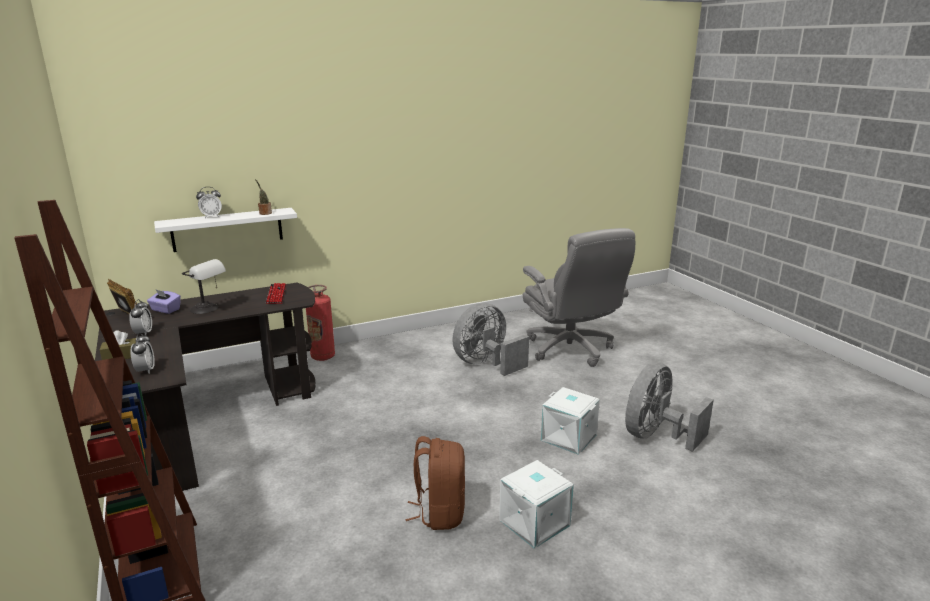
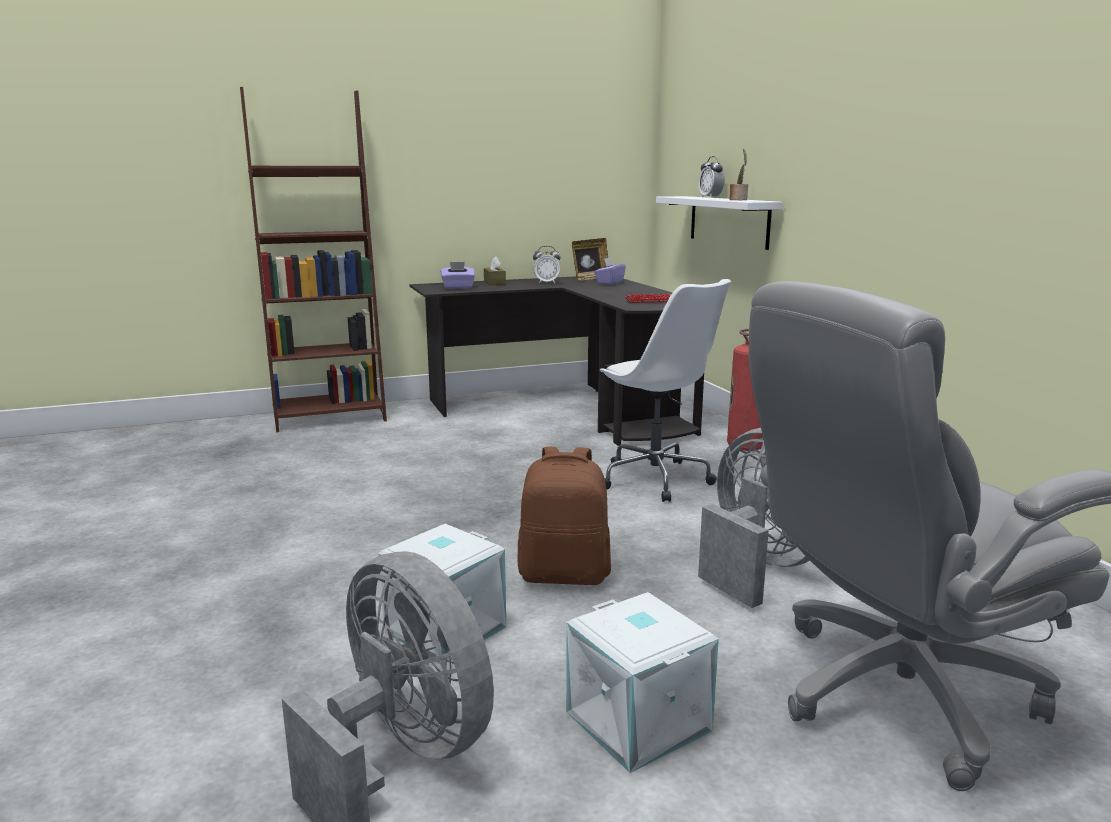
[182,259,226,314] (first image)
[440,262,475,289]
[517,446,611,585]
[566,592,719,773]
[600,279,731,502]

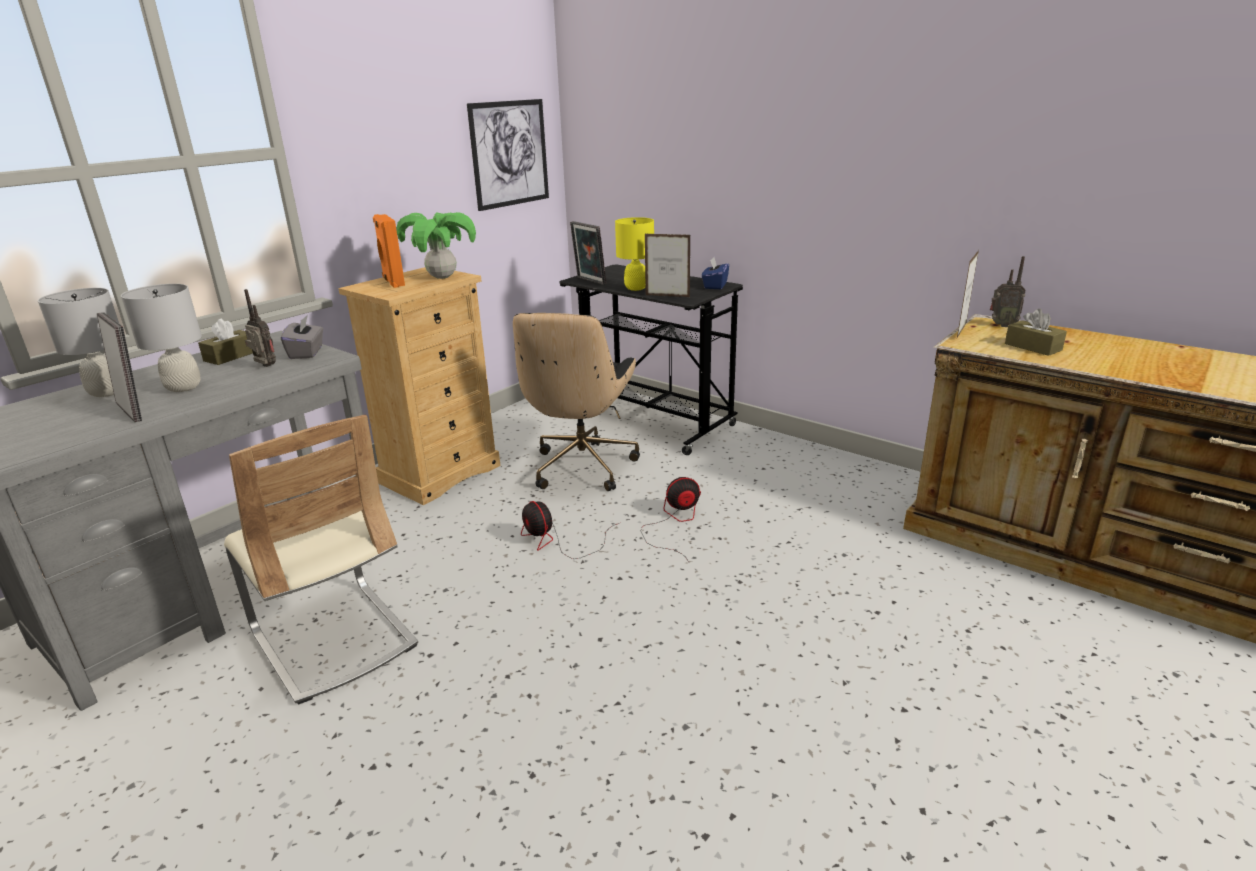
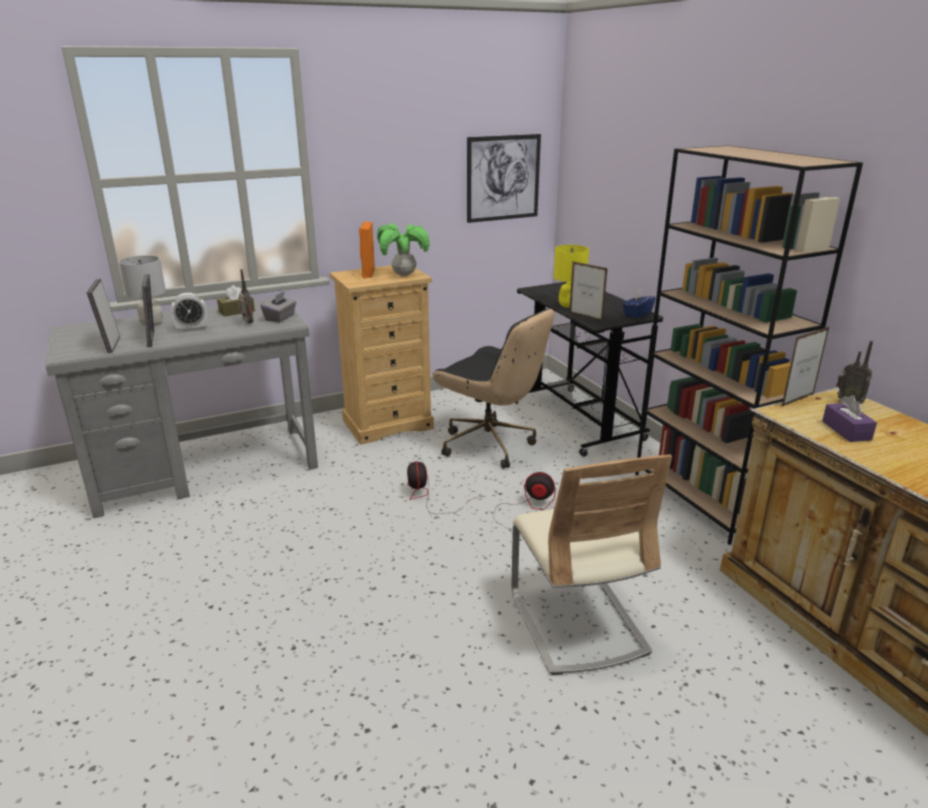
[87,279,120,353]
[171,293,208,332]
[822,395,877,442]
[433,309,554,469]
[511,454,672,675]
[635,145,863,545]

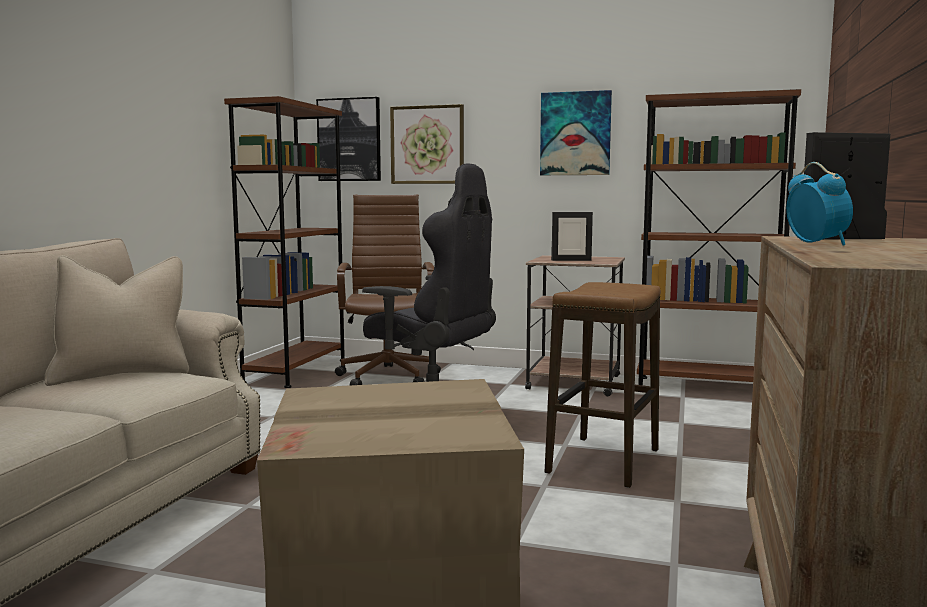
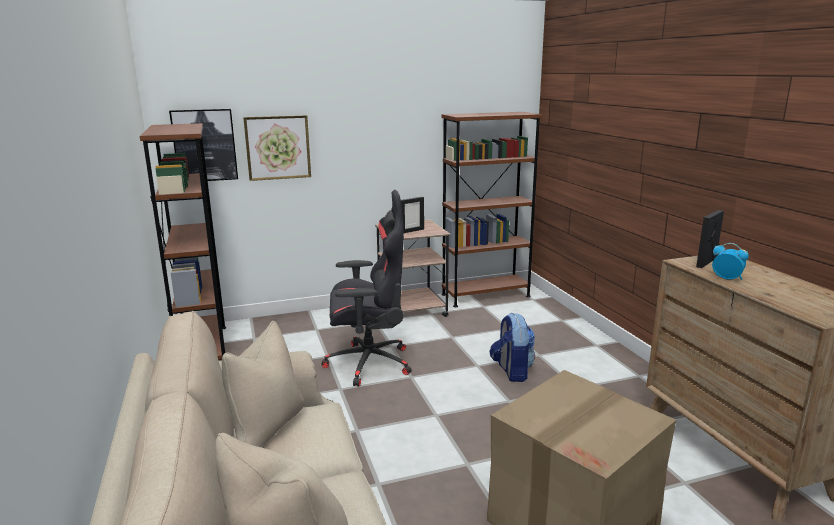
[540,90,612,175] (first image)
[335,195,441,385] (first image)
[489,313,535,382]

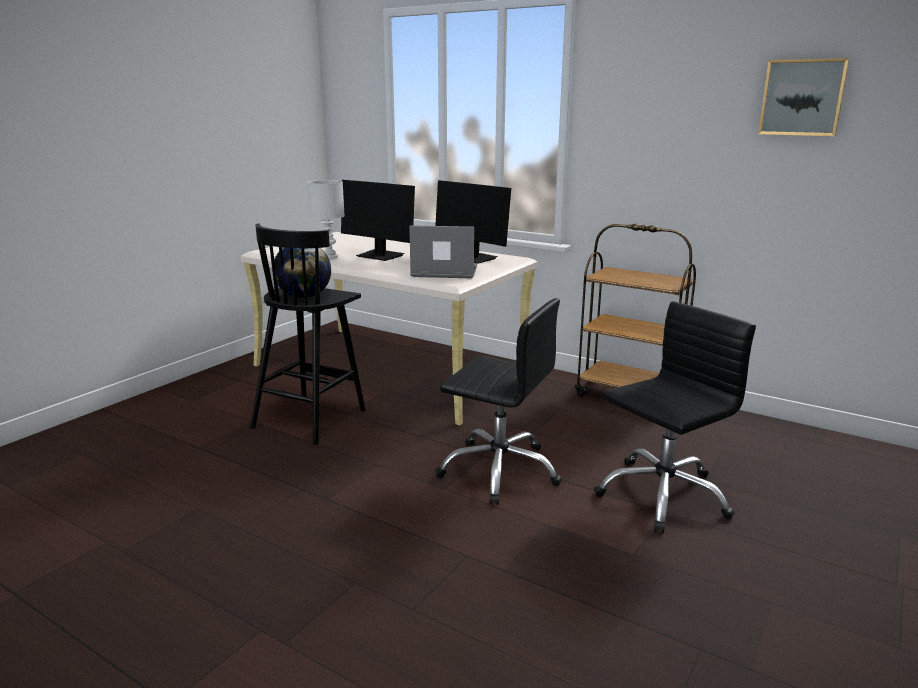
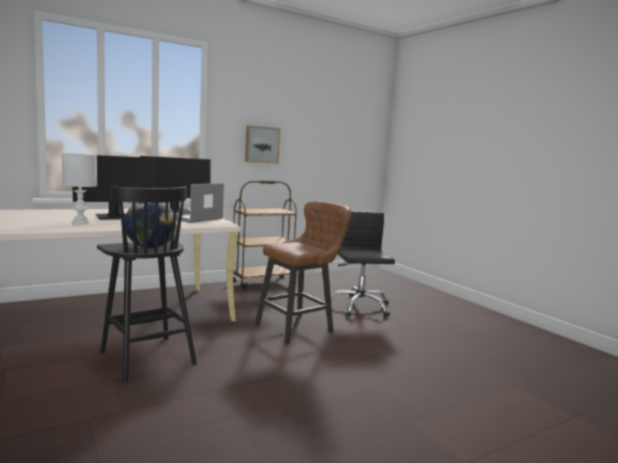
[245,125,280,163]
[255,201,352,344]

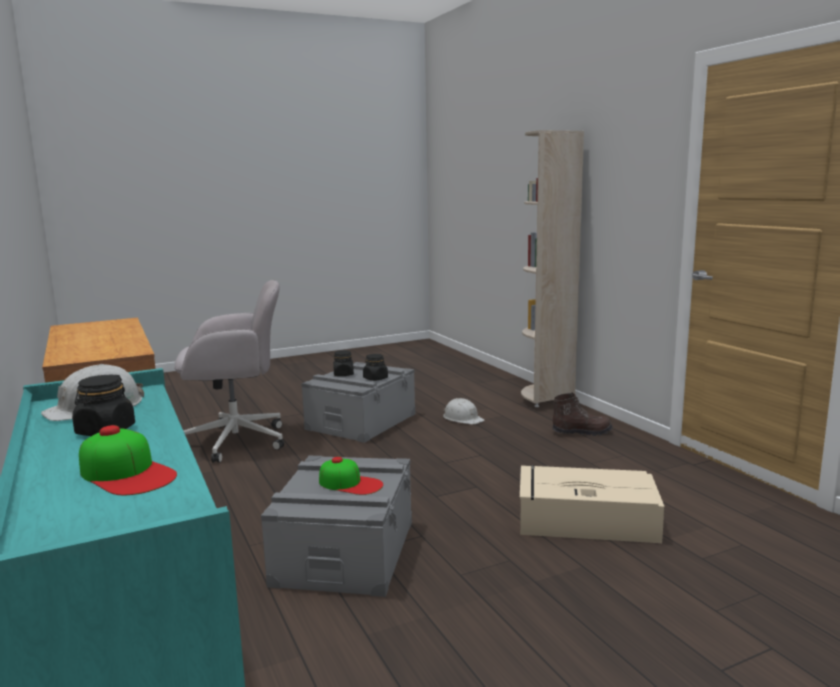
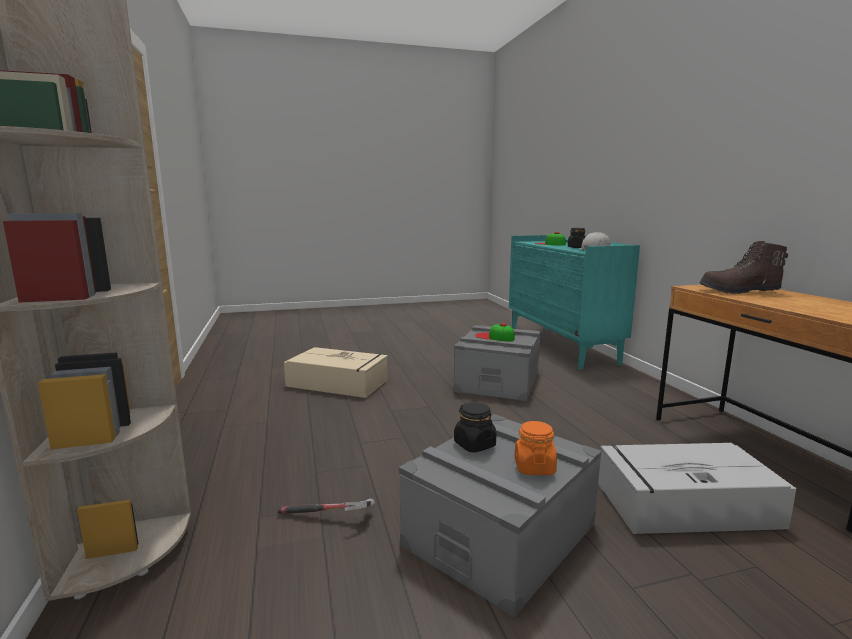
[598,443,797,534]
[515,421,557,475]
[699,241,788,294]
[278,499,375,514]

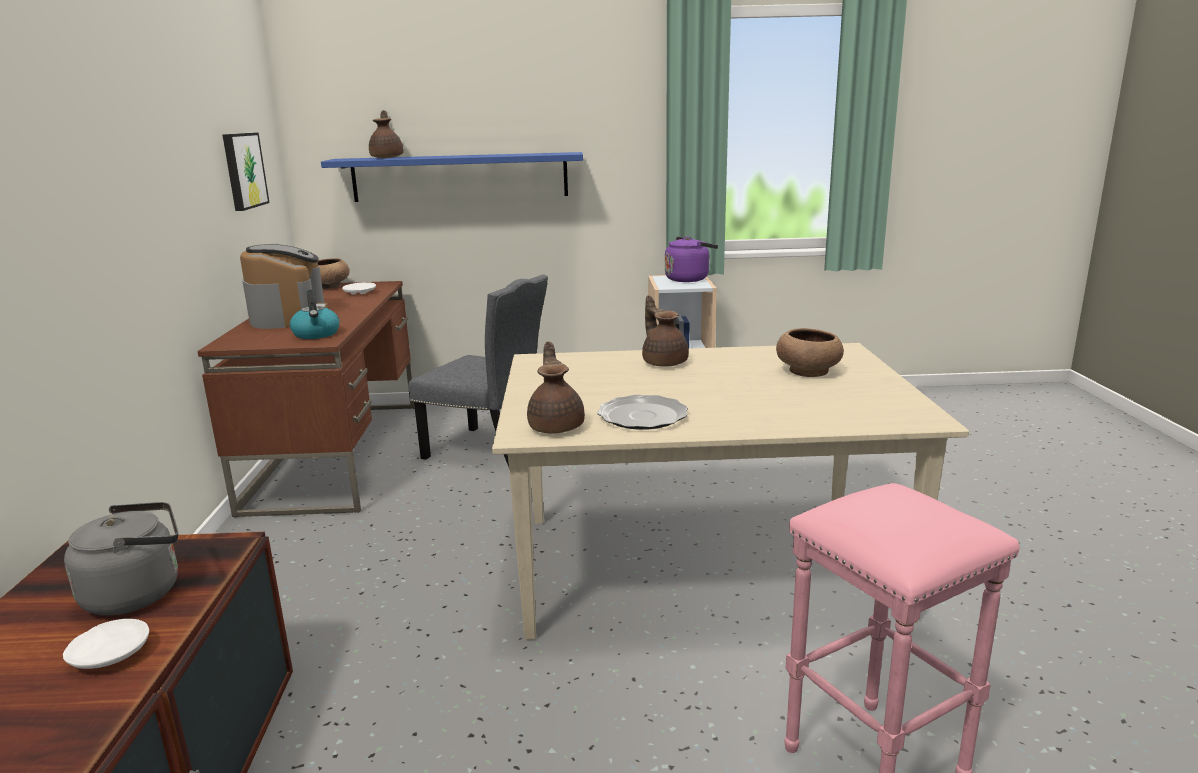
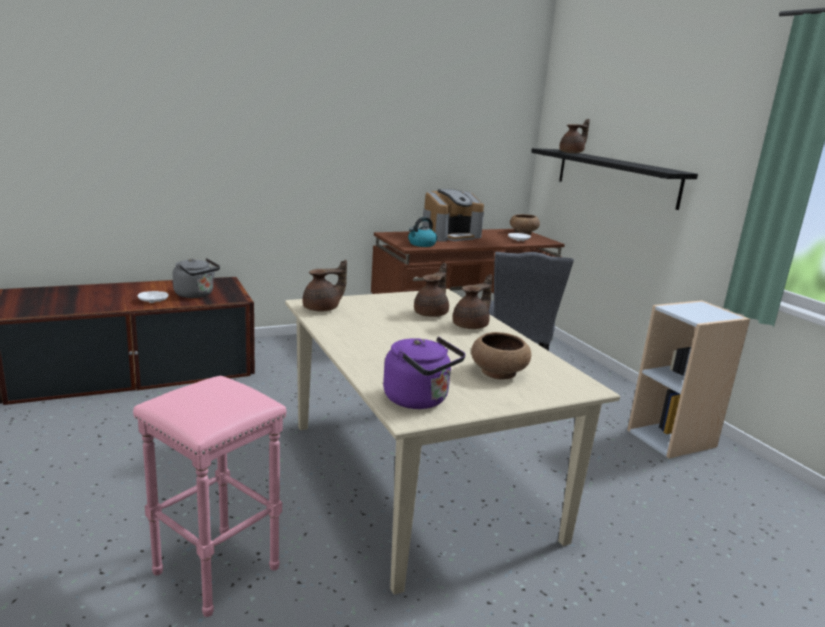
[223,133,270,211] (first image)
[531,148,698,210]
[383,337,466,409]
[597,395,688,430] (first image)
[414,263,449,317]

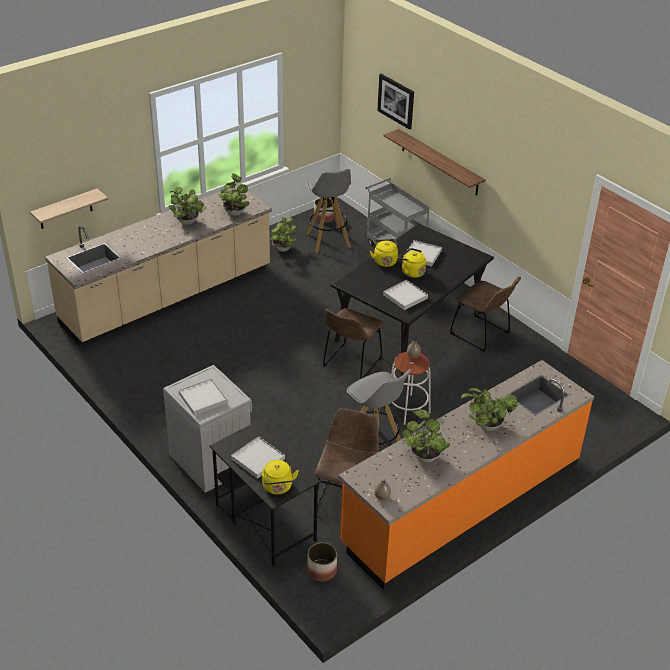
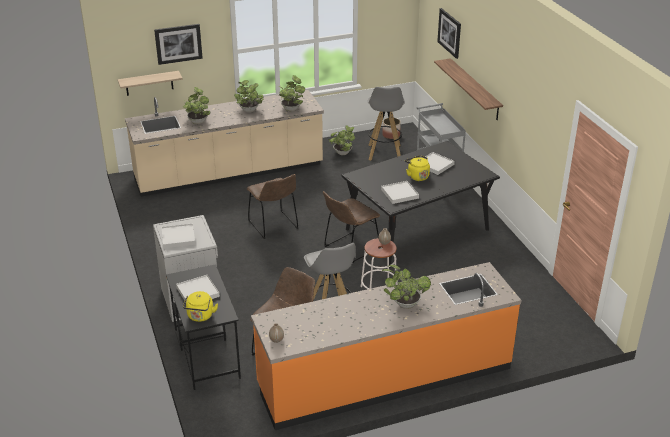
[370,239,398,267] (first image)
[247,174,298,239]
[183,87,210,124]
[307,542,337,581] (first image)
[154,24,203,65]

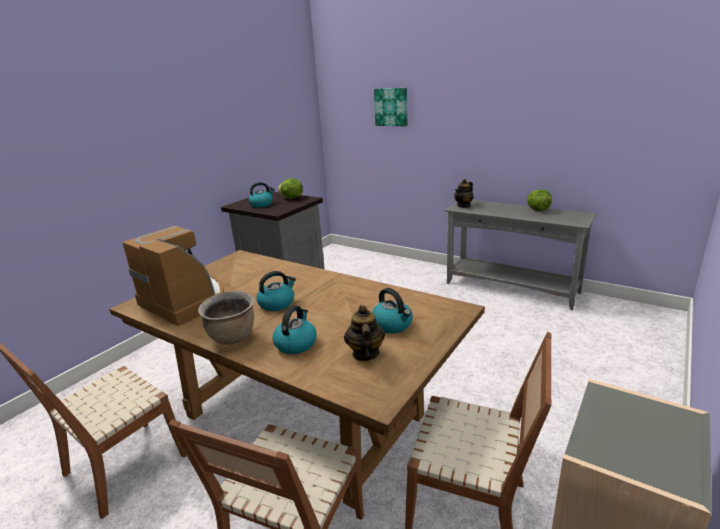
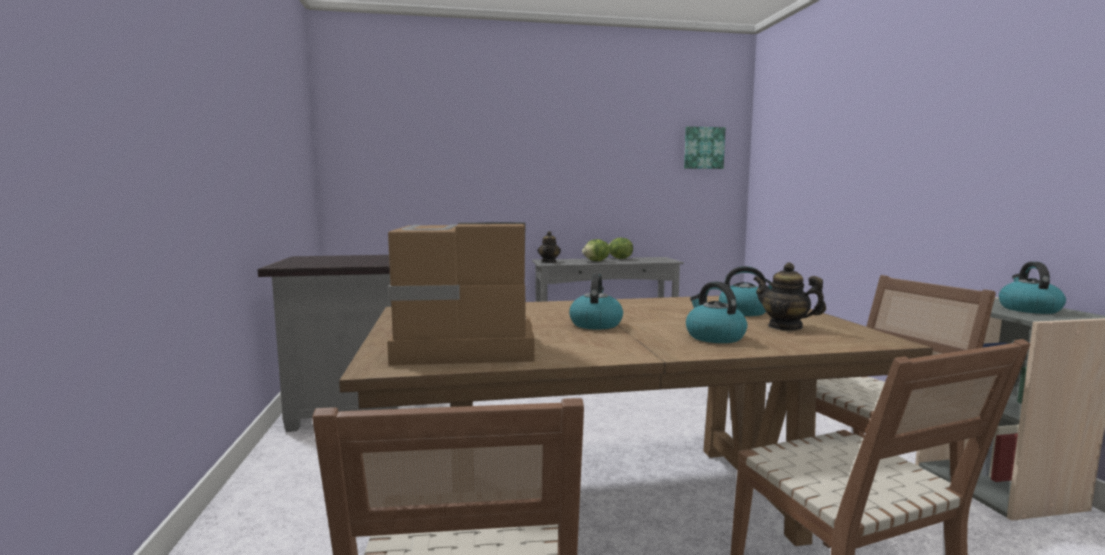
[684,126,726,169]
[582,239,610,261]
[999,262,1066,314]
[198,291,254,345] (first image)

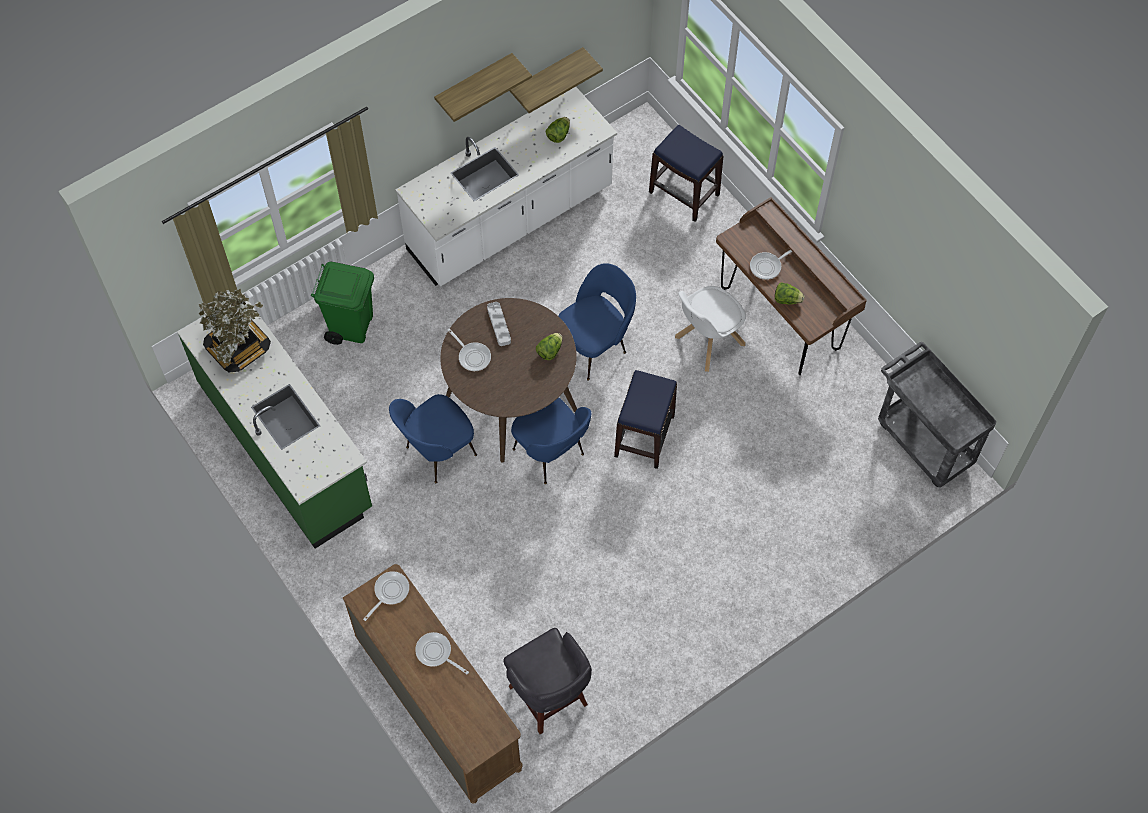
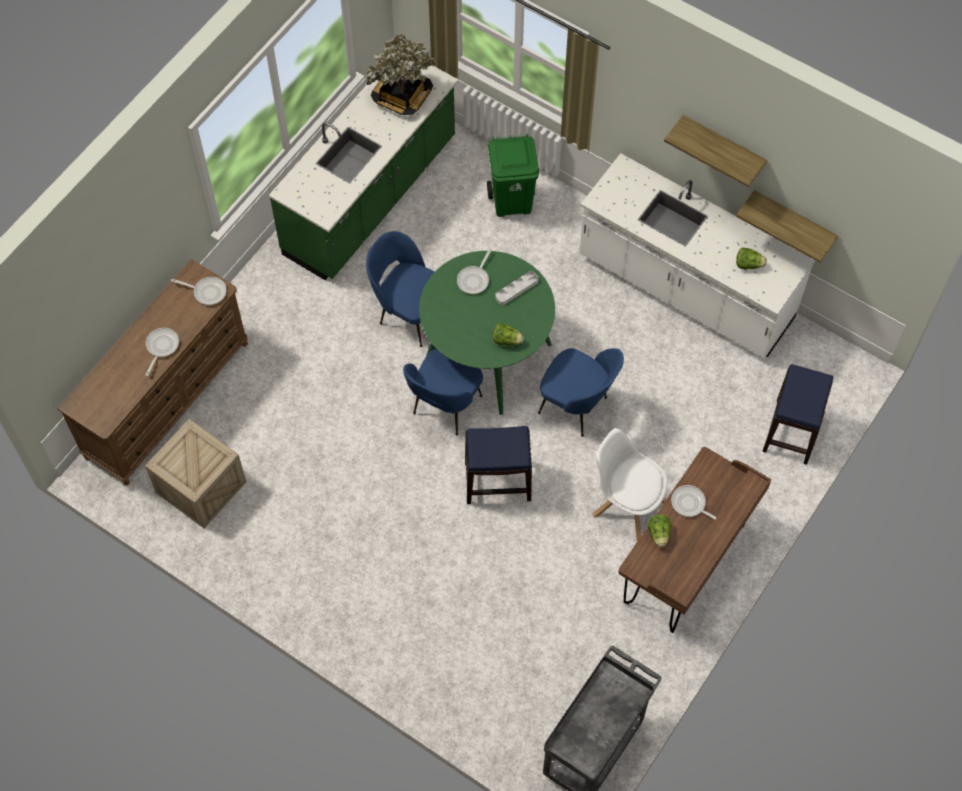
[419,251,555,415]
[145,419,246,528]

